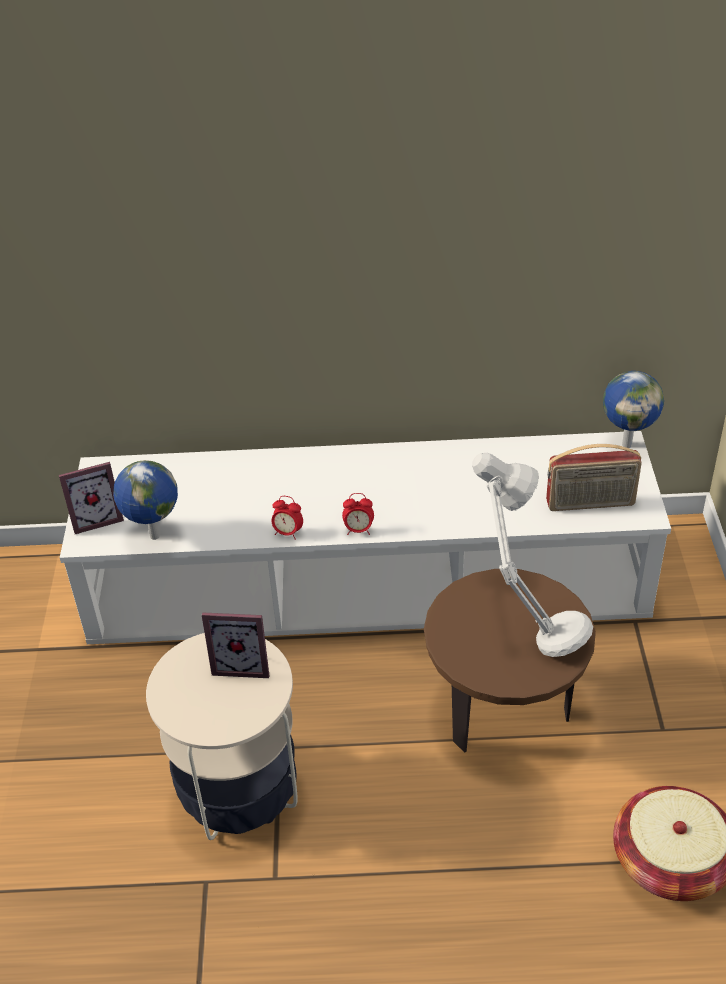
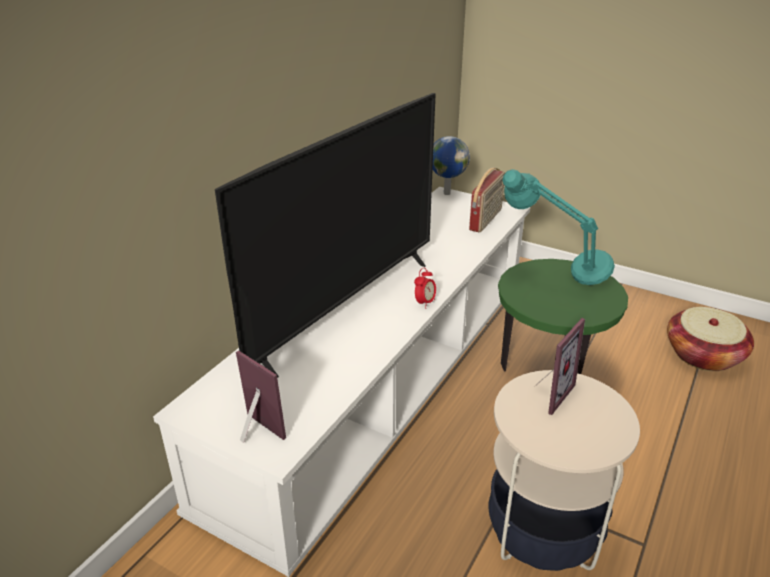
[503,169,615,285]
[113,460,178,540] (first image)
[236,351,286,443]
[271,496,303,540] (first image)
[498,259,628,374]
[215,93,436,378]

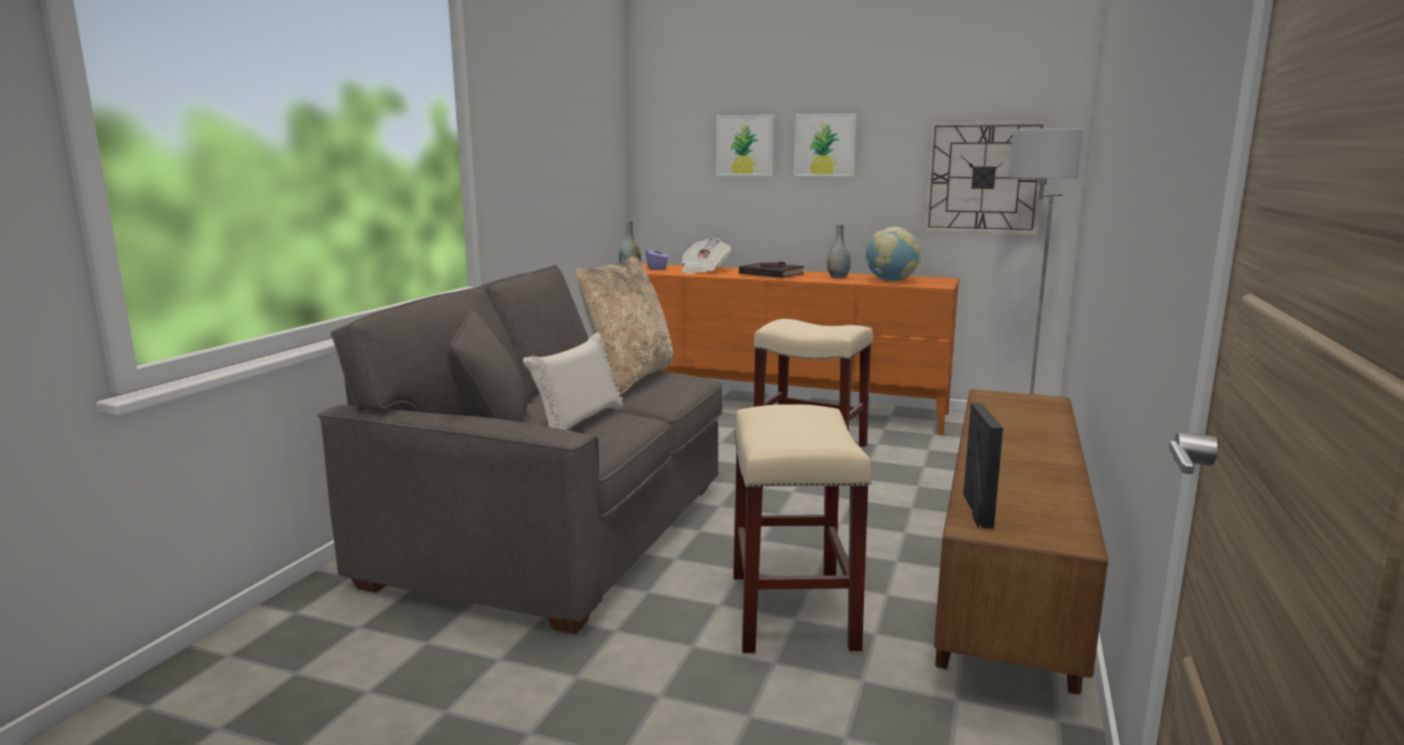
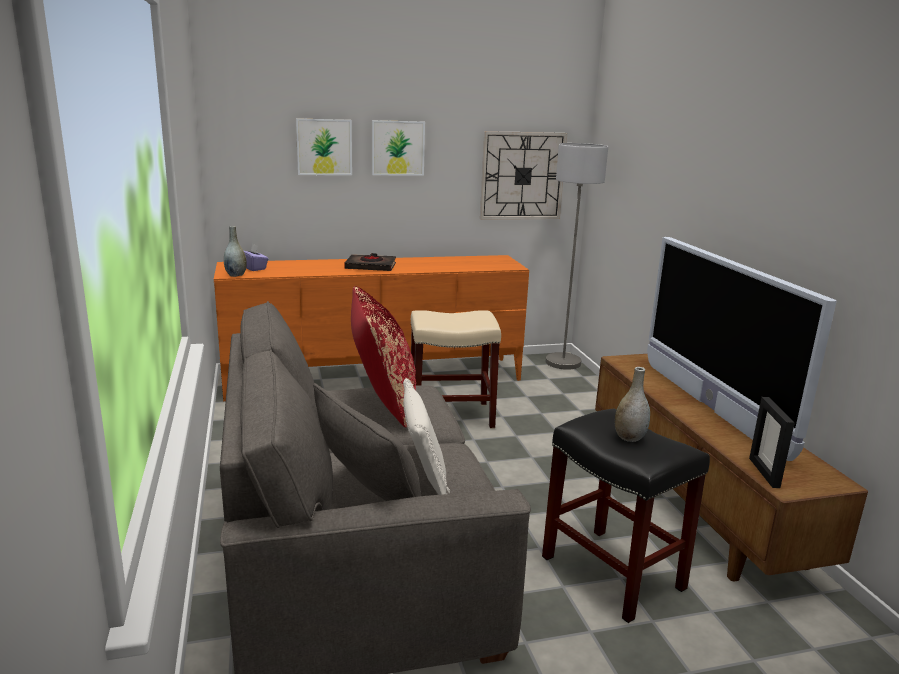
[615,367,650,442]
[866,226,921,281] (first image)
[681,238,731,274] (first image)
[351,286,416,428]
[749,397,795,488]
[542,409,710,623]
[647,237,837,461]

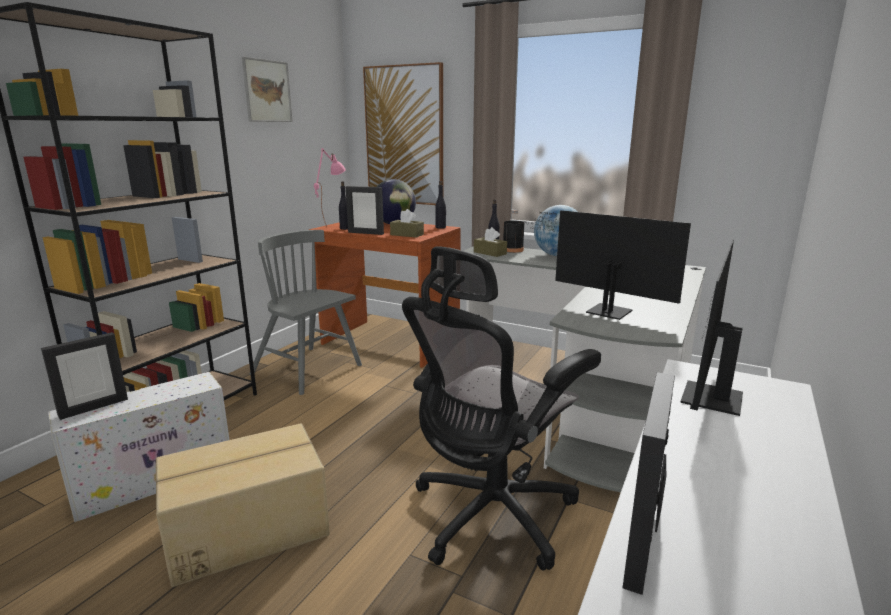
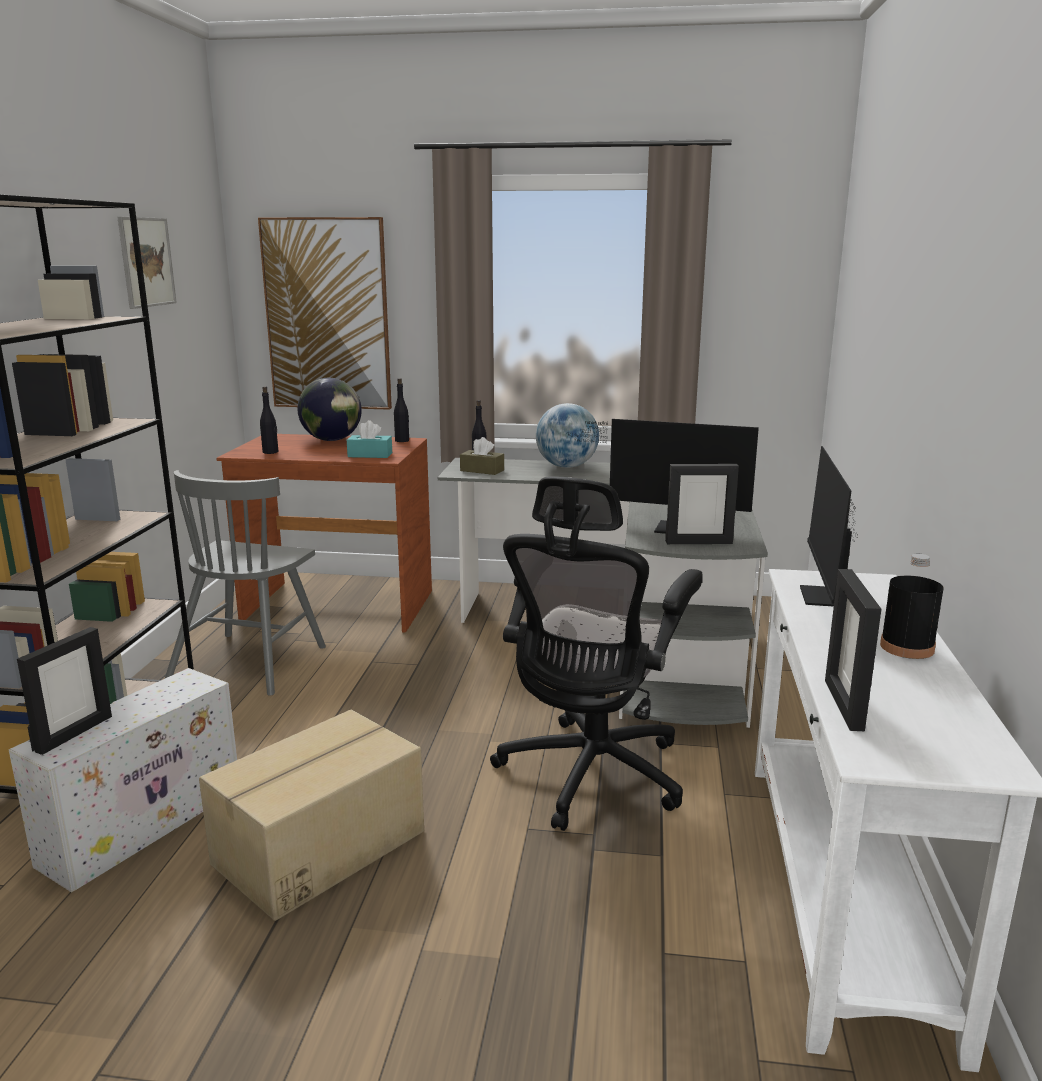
[314,148,346,227] (first image)
[665,464,739,544]
[347,420,392,458]
[880,554,944,659]
[165,470,326,696]

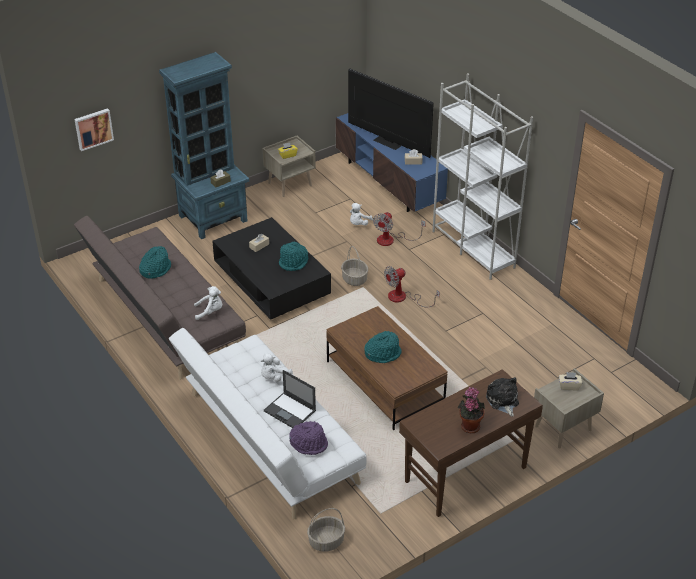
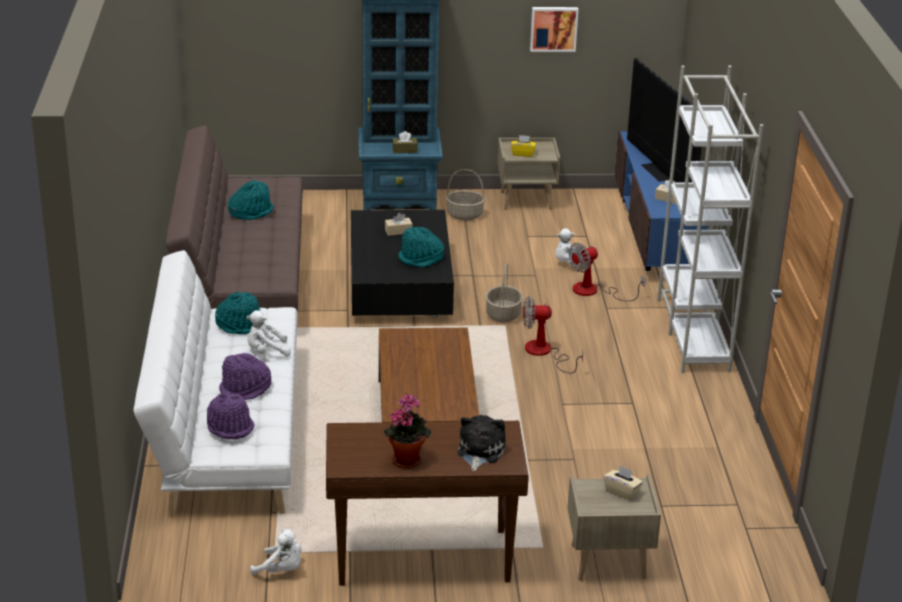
[530,7,578,52]
[250,529,302,575]
[215,292,260,334]
[219,353,271,400]
[446,169,485,220]

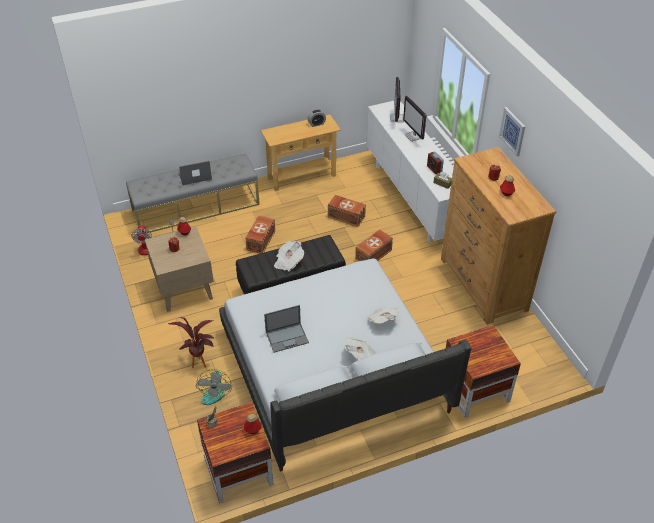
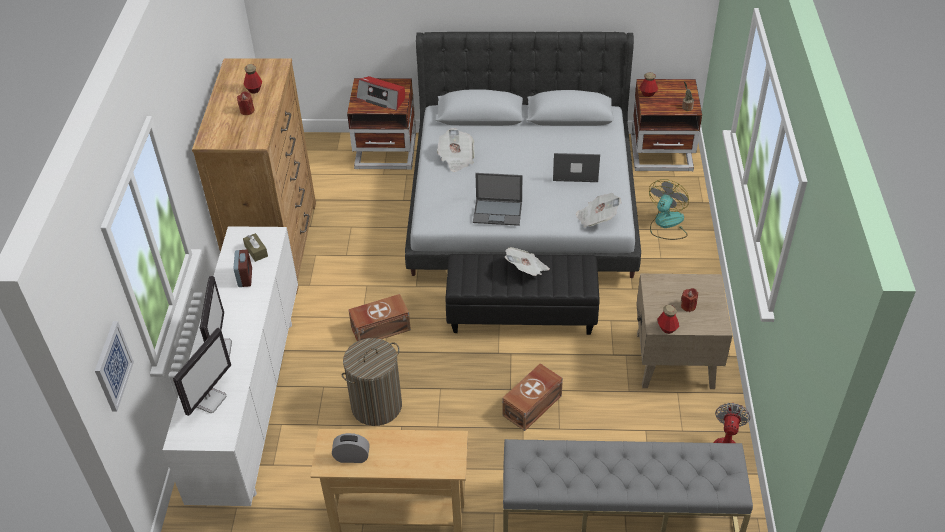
[95,321,134,412]
[473,173,522,226]
[342,338,402,426]
[168,317,214,368] (first image)
[576,193,621,228]
[356,76,405,111]

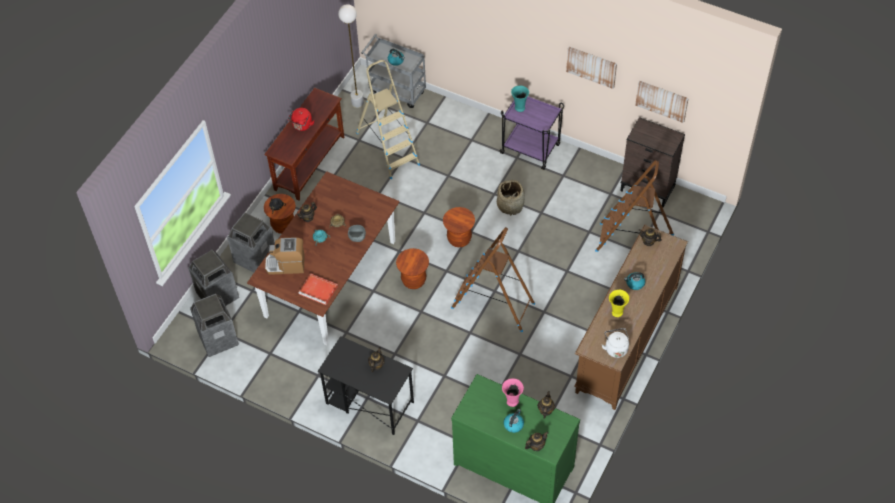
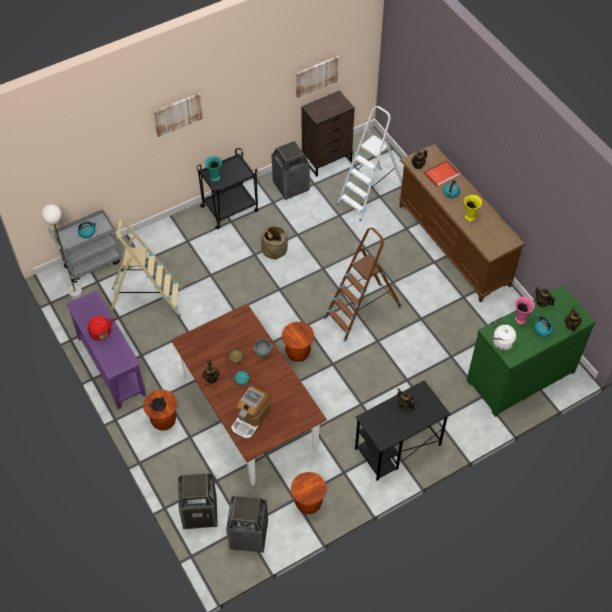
[153,93,203,137]
[66,290,146,409]
[196,148,259,229]
[337,106,402,221]
[291,472,326,514]
[271,141,310,200]
[424,160,460,187]
[491,321,517,350]

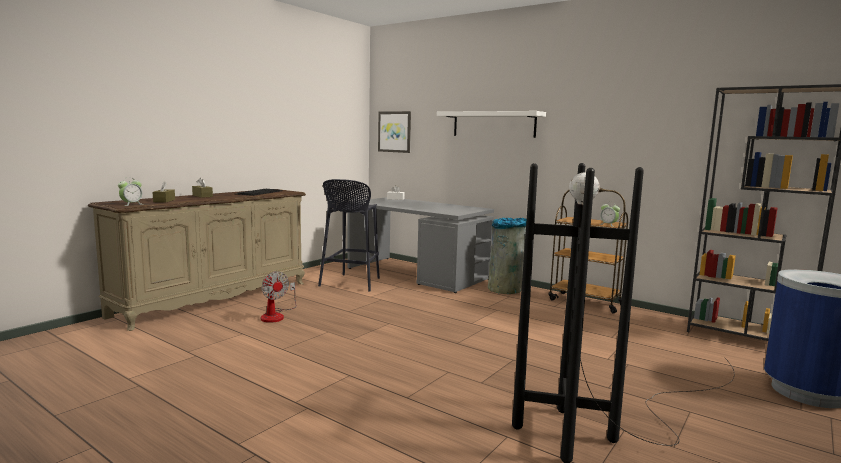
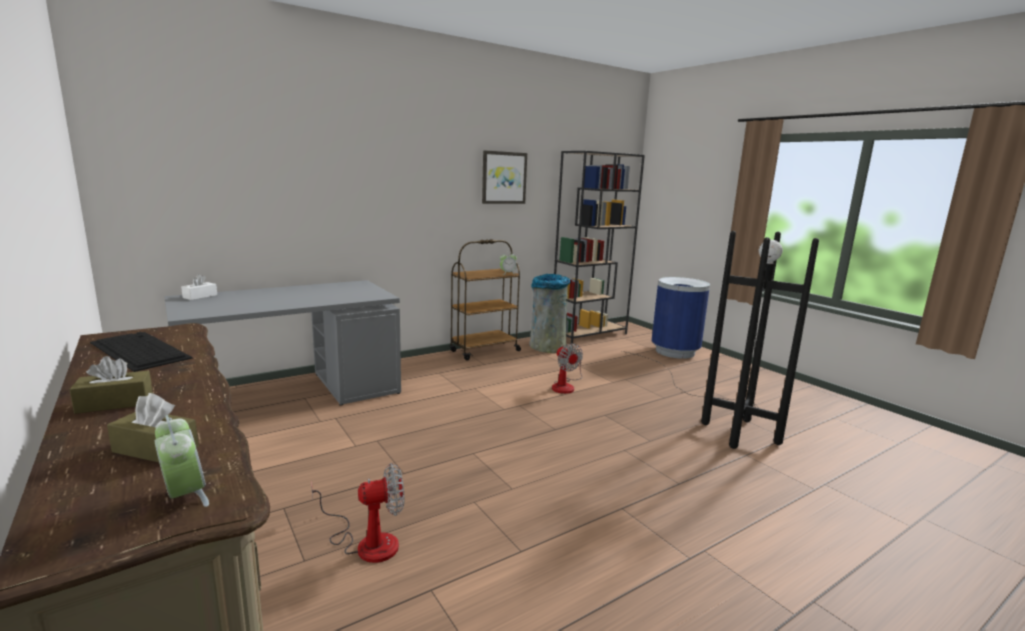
[482,150,527,204]
[437,111,546,138] (first image)
[318,179,380,292] (first image)
[529,274,571,353]
[552,344,583,394]

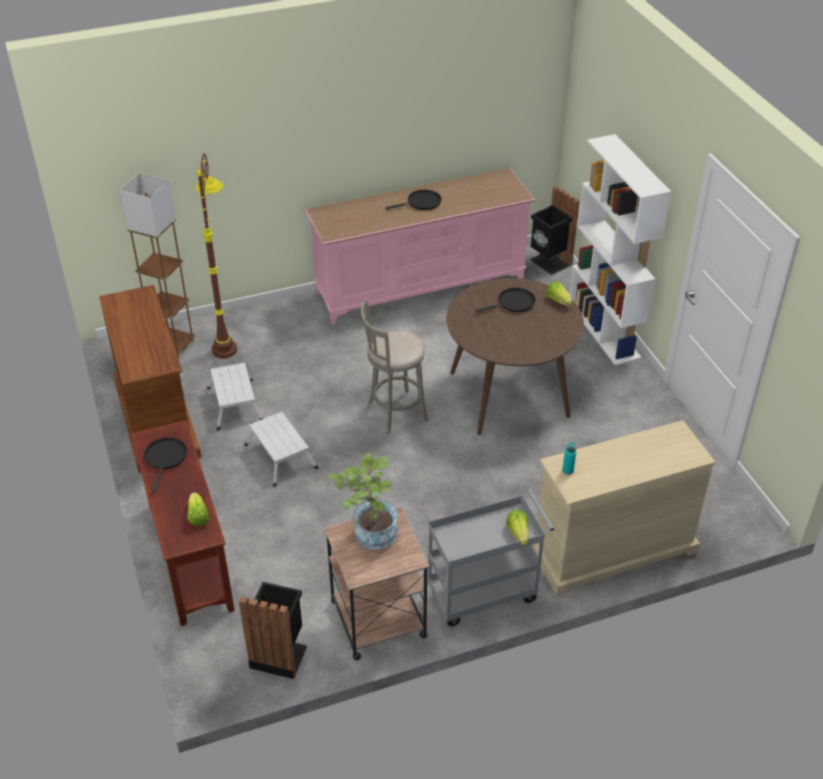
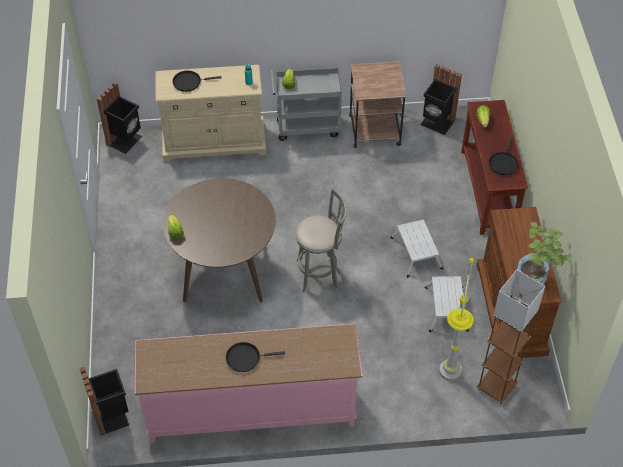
[570,134,671,365] (first image)
[439,256,474,381]
[173,71,222,92]
[517,222,571,285]
[97,82,142,154]

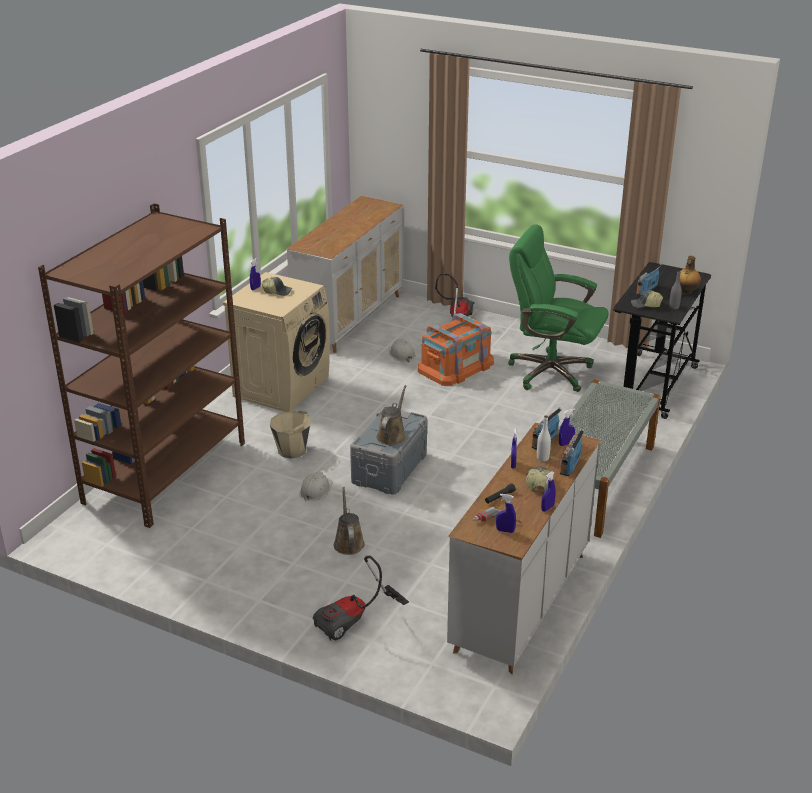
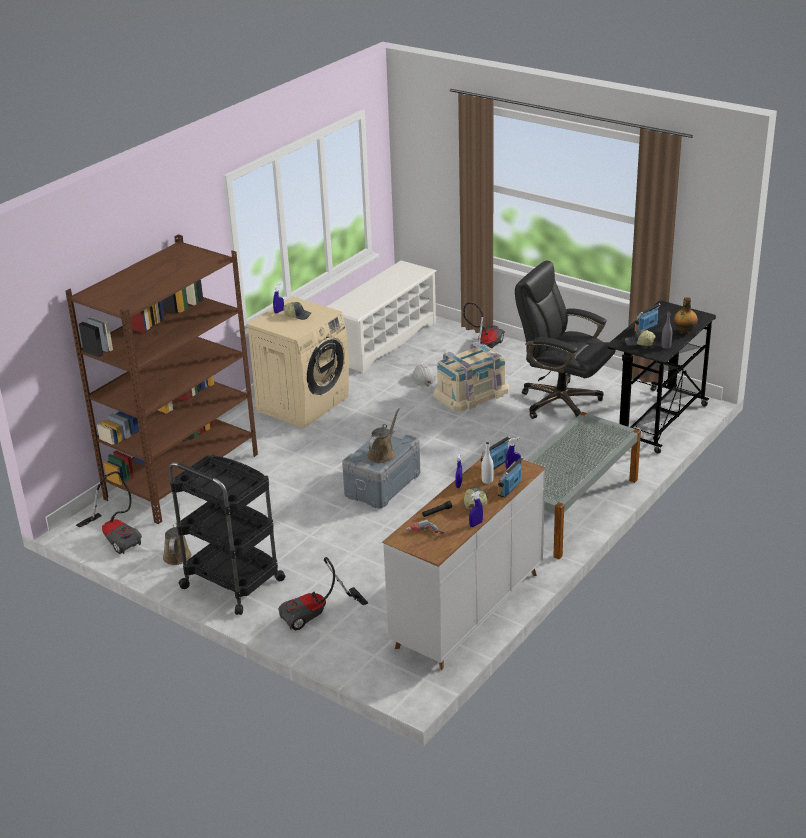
[327,260,436,374]
[515,261,616,419]
[434,342,509,411]
[270,411,311,459] (first image)
[300,472,332,501] (first image)
[163,504,191,565]
[496,494,516,533] (first image)
[169,454,285,615]
[76,471,142,554]

